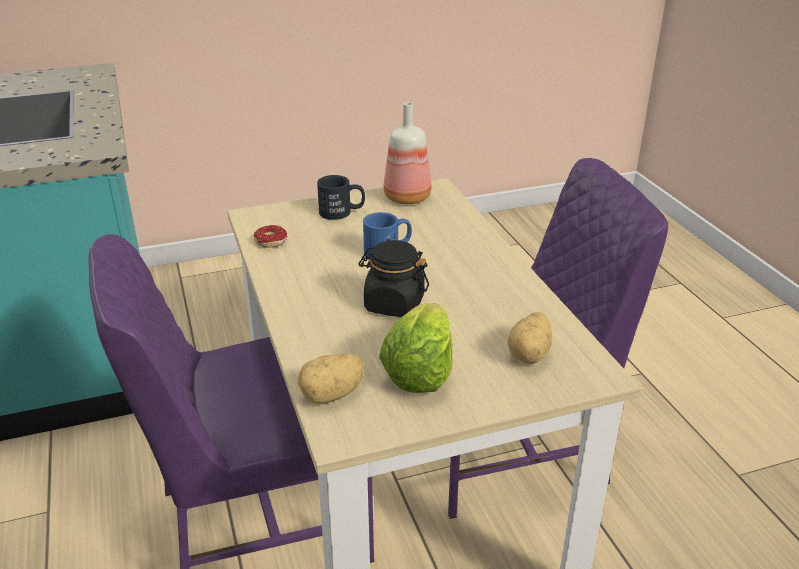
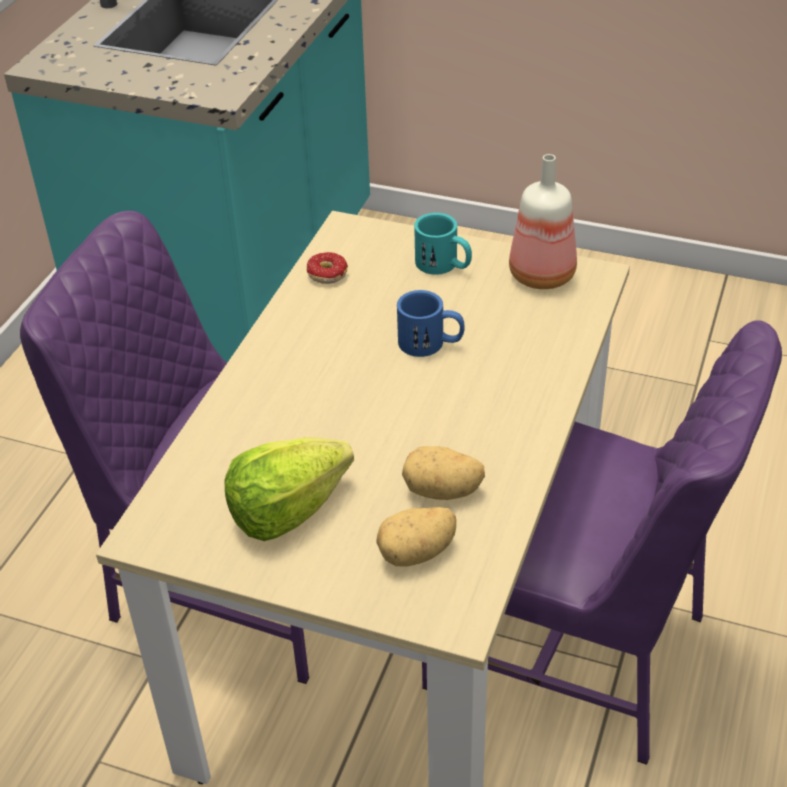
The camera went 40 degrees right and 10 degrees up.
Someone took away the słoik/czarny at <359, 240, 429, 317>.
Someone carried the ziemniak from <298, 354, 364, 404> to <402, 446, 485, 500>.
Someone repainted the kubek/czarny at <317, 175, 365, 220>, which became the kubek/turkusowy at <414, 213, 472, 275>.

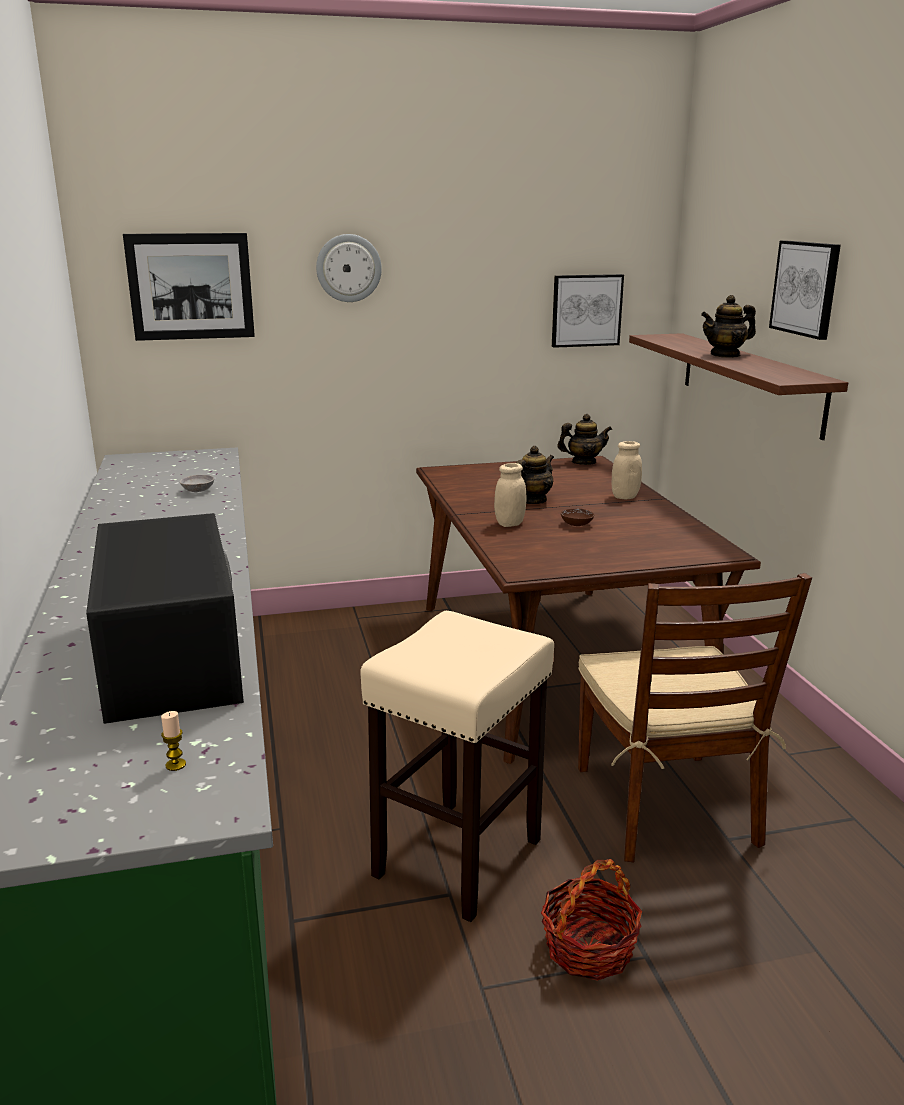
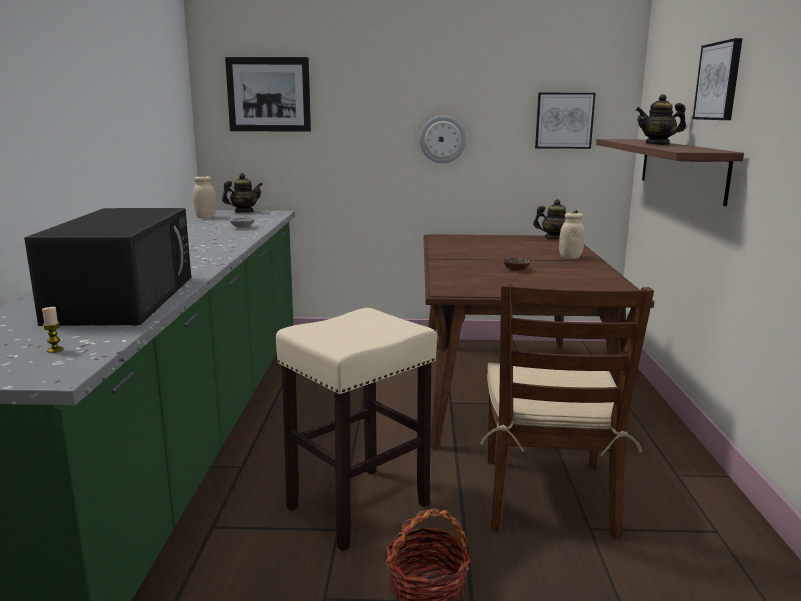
The camera went 15 degrees right and 5 degrees down.
Someone carried the zegar ścienny from <316, 234, 382, 302> to <420, 115, 467, 163>.
Someone carried the słoik/beżowy from <494, 463, 526, 527> to <193, 176, 216, 218>.
Someone carried the imbryk from <516, 446, 554, 504> to <222, 173, 263, 213>.

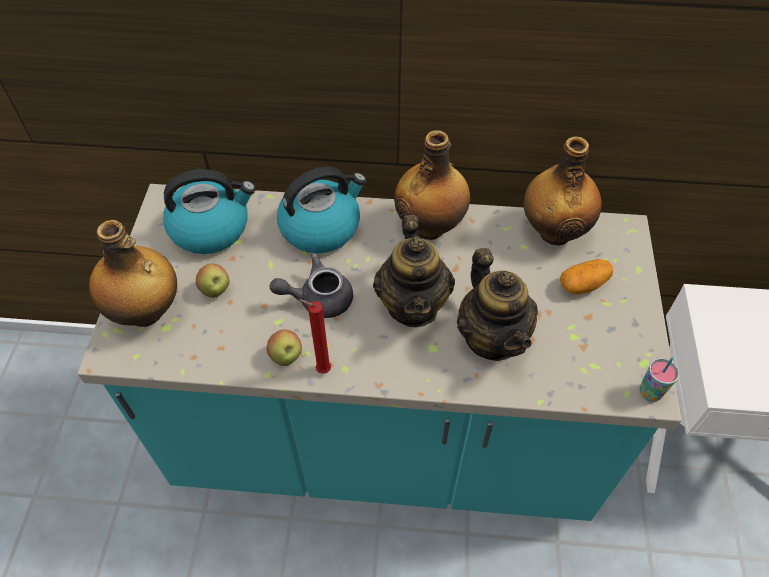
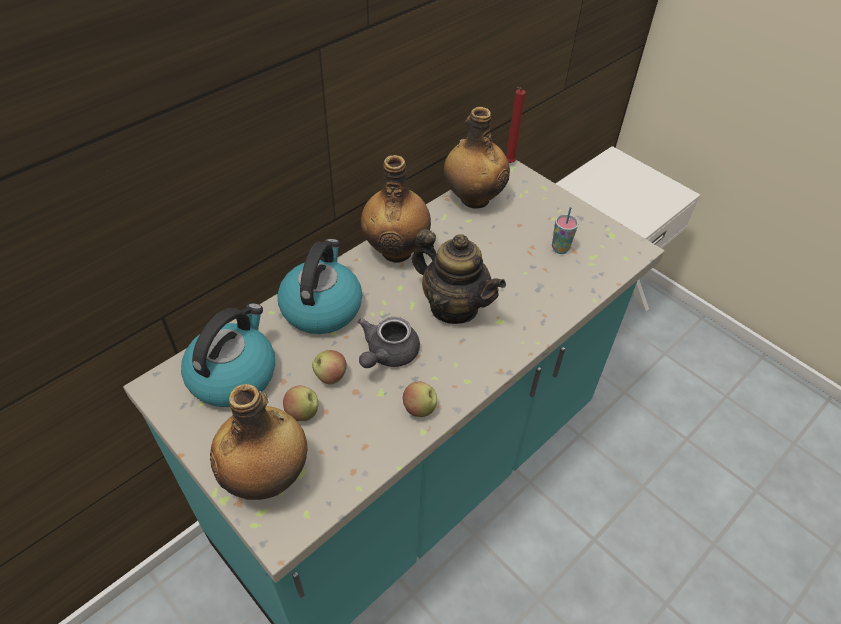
The camera went 50 degrees left and 5 degrees down.
Someone took away the imbryk at <457, 248, 538, 361>.
Someone took away the ziemniak at <560, 259, 613, 294>.
Someone put down the jabłko at <312, 350, 347, 384>.
Someone carried the świeca/czerwony from <299, 299, 331, 374> to <506, 87, 525, 163>.
Someone carried the filiżanka from <639, 358, 679, 402> to <552, 207, 578, 254>.

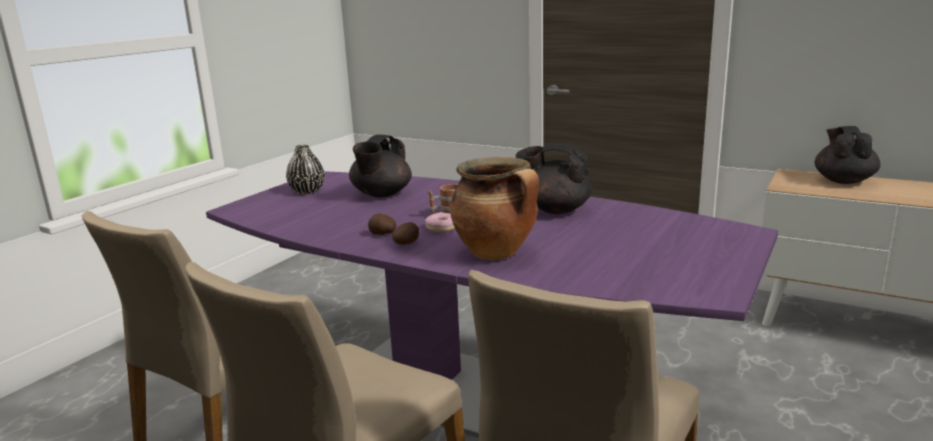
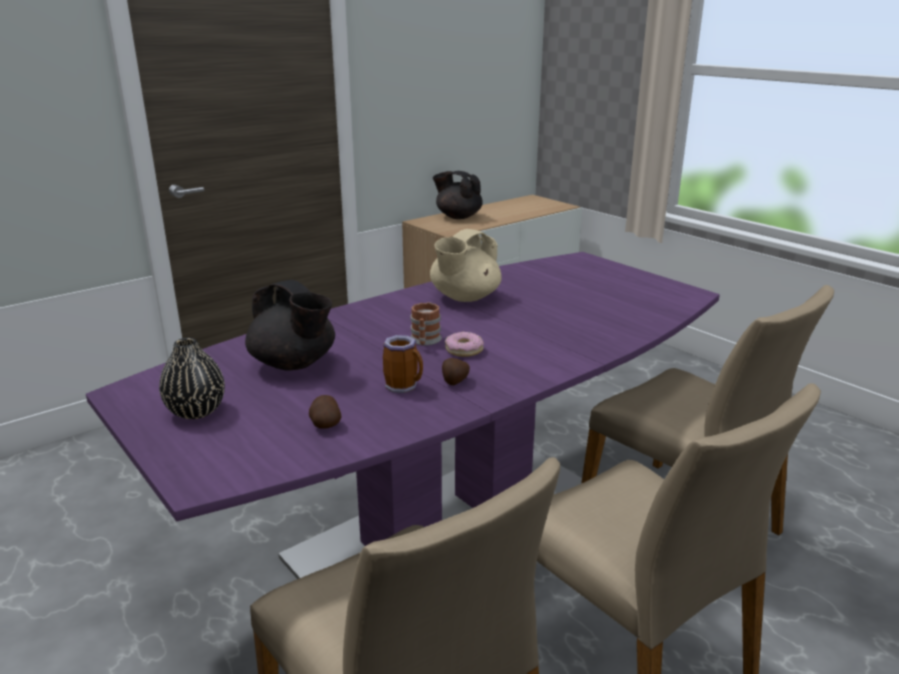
The camera went 70 degrees left and 5 degrees up.
Someone took away the garnek at <450, 157, 540, 260>.
Someone put down the kubek at <383, 335, 423, 393>.
Someone carried the ziemniak from <392, 222, 419, 245> to <309, 395, 341, 429>.
Someone repainted the imbryk/czarny at <515, 144, 592, 214>, which became the imbryk/beżowy at <430, 229, 502, 302>.

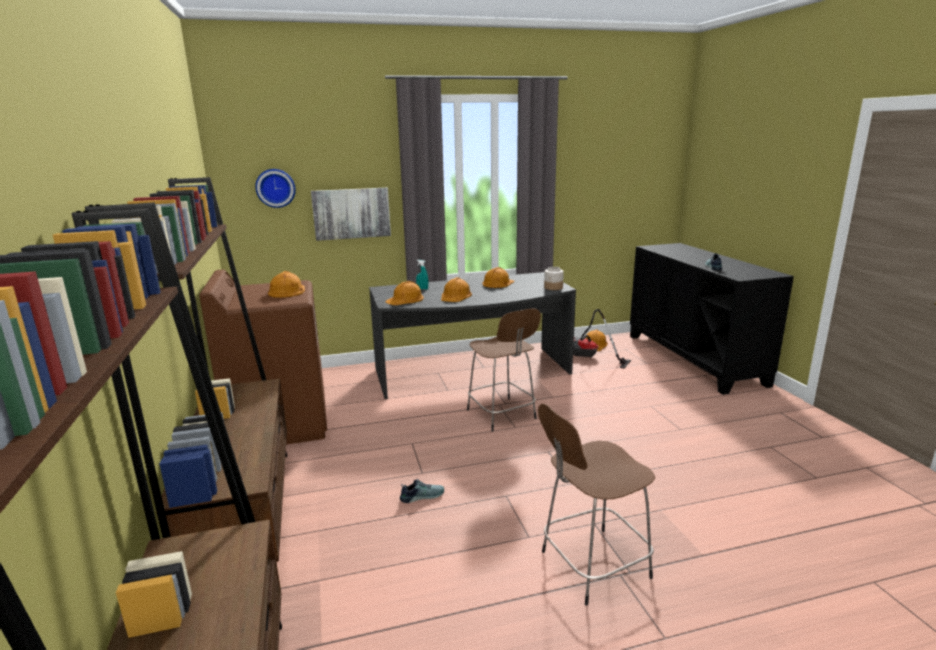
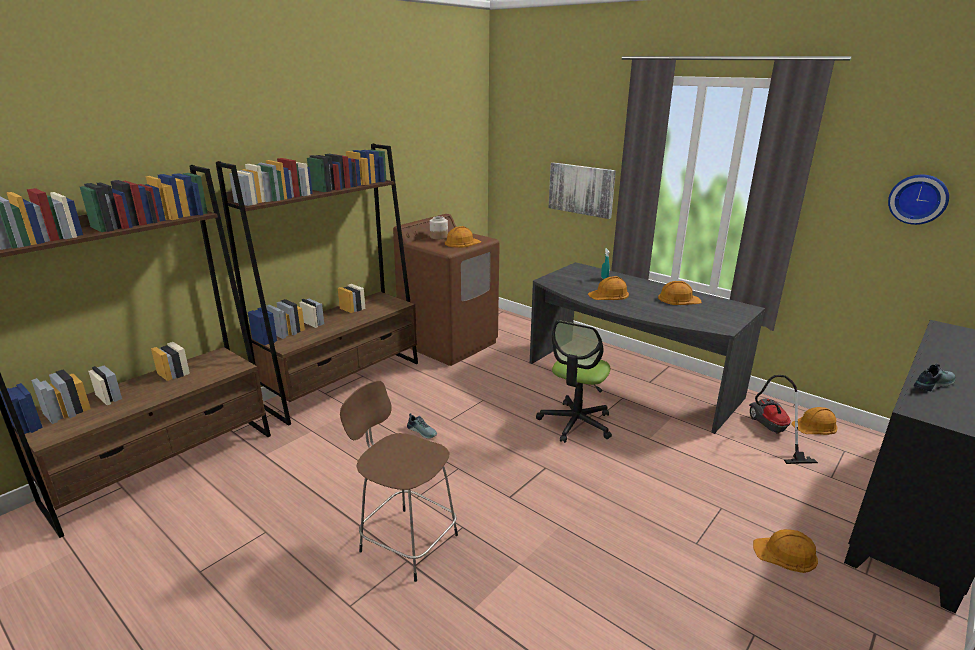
The camera went 55 degrees right and 5 degrees up.
Someone carried the zegar ścienny from <255, 169, 296, 208> to <888, 175, 949, 225>.
Someone carried the kask/pomarańczowy from <385, 281, 424, 305> to <753, 529, 818, 573>.
Someone carried the słoik from <544, 267, 564, 290> to <430, 216, 448, 239>.
Someone swapped the stołek/brązowy at <467, 308, 541, 432> for the krzesło biurowe at <536, 320, 612, 443>.

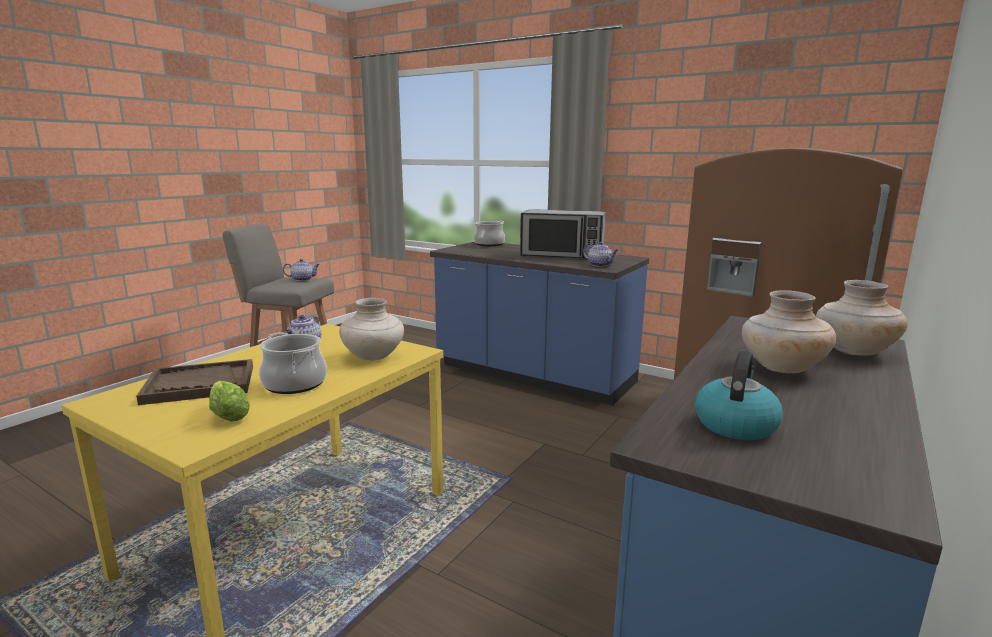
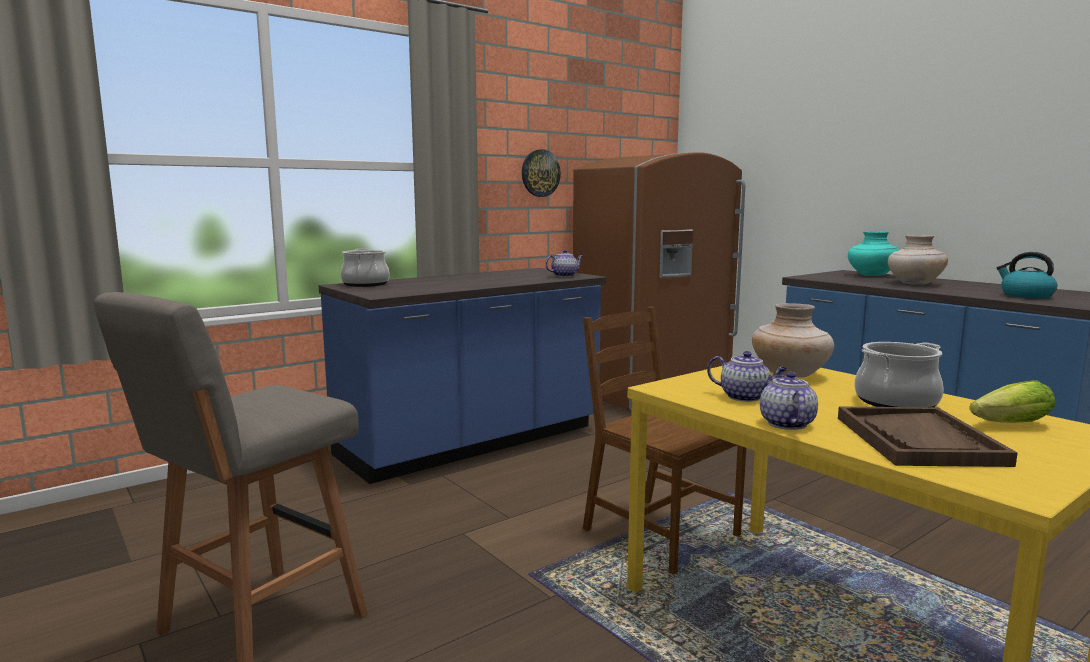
The camera went 70 degrees left and 5 degrees down.
Someone took away the mikrofalówka at <520, 209, 606, 259>.
Someone put up the zegar ścienny at <522, 149, 561, 197>.
Someone put down the krzesło/brązowy at <583, 307, 746, 575>.
Someone carried the imbryk from <283, 259, 320, 281> to <760, 372, 818, 430>.
Someone repainted the wazon/beżowy at <816, 280, 908, 356>, which became the wazon/turkusowy at <848, 231, 899, 276>.

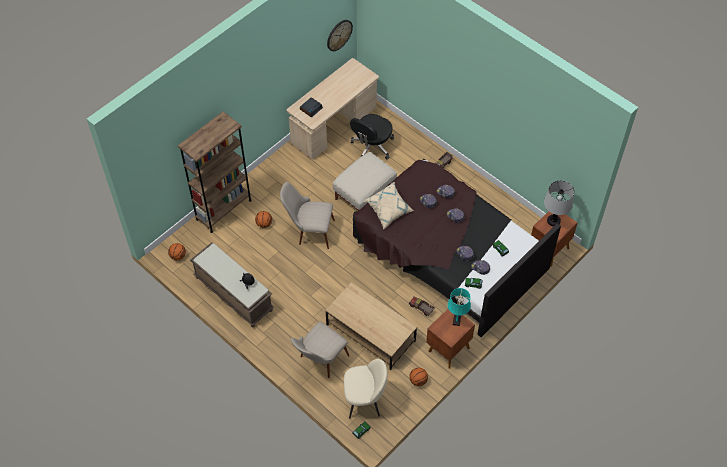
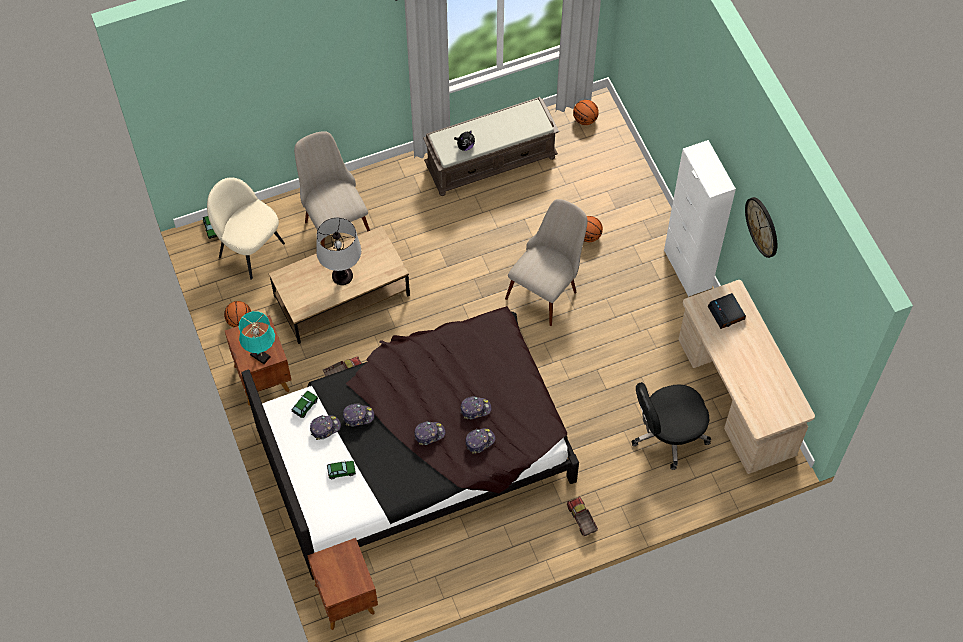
The camera went 115 degrees right and 5 degrees up.
Someone took away the regał/brązowy at <178, 112, 252, 233>.
Someone took away the pufa/beżowy at <333, 152, 397, 210>.
Someone took away the poduszka/beżowy at <364, 182, 414, 229>.
Someone put down the szafka/biały at <664, 140, 736, 297>.
Someone carried the zegar ścienny from <327, 20, 353, 51> to <745, 197, 777, 258>.
Someone carried the lampa stołowa from <544, 180, 574, 226> to <316, 217, 361, 285>.
Someone rotated the krzesło/beżowy at <344, 359, 387, 418> by 105 degrees clockwise.
Someone rotated the krzesło biurowe/czarny at <350, 114, 394, 160> by 75 degrees counterclockwise.

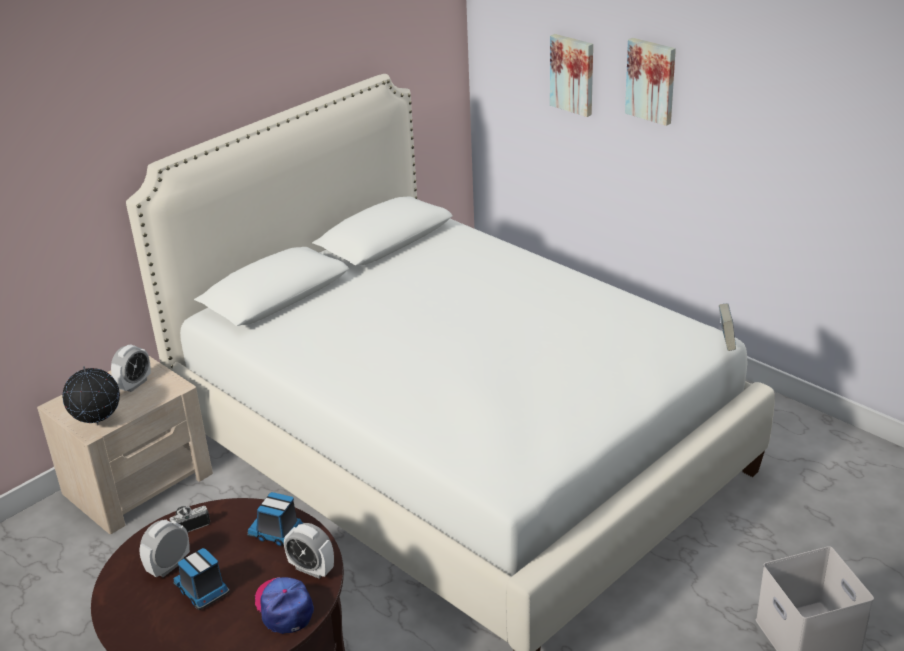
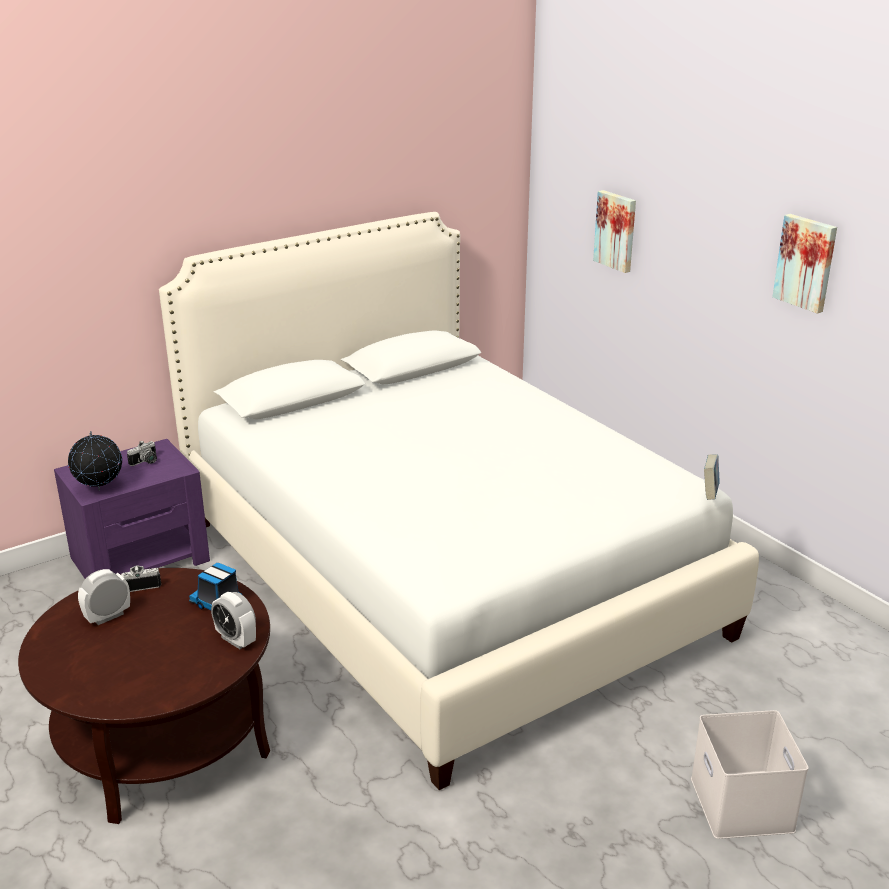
The camera went 10 degrees right and 5 degrees down.
Someone took away the ciężarówka zabawkowa at <173, 548, 230, 610>.
Someone took away the czapka z daszkiem at <255, 577, 314, 634>.
Someone carried the obraz from <625, 38, 676, 126> to <772, 214, 837, 314>.
Someone swapped the budzik at <111, 344, 151, 392> for the aparat fotograficzny at <127, 441, 157, 466>.
Someone repainted the szafka nocna/beżowy at <37, 356, 213, 534>, which became the szafka nocna/fioletowy at <54, 439, 210, 579>.

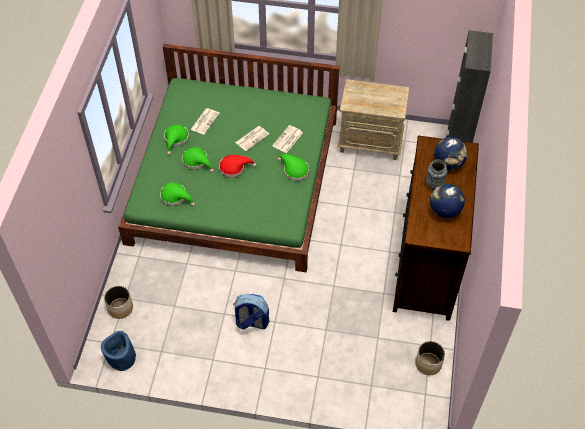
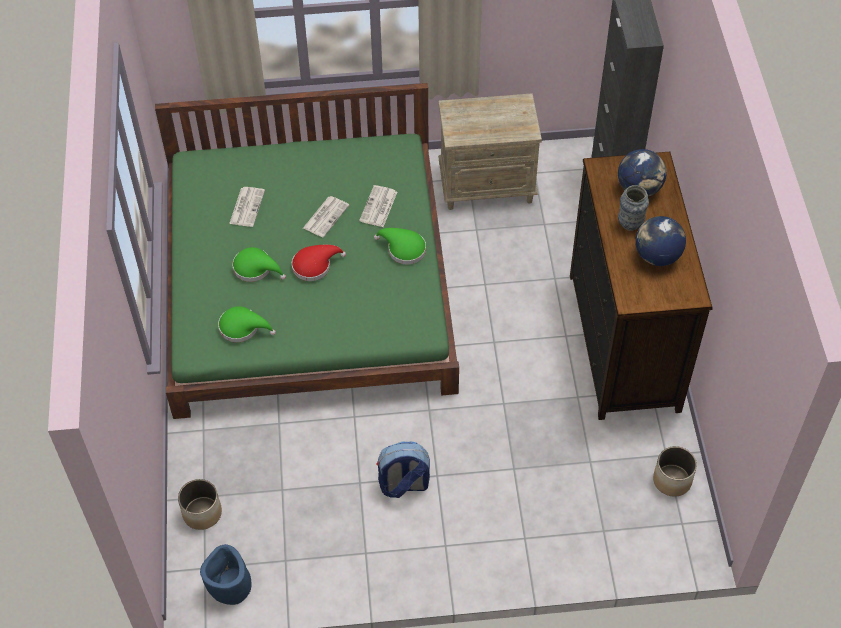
The camera went 15 degrees left and 0 degrees up.
Someone took away the kapelusz/zielony at <164, 124, 189, 155>.

